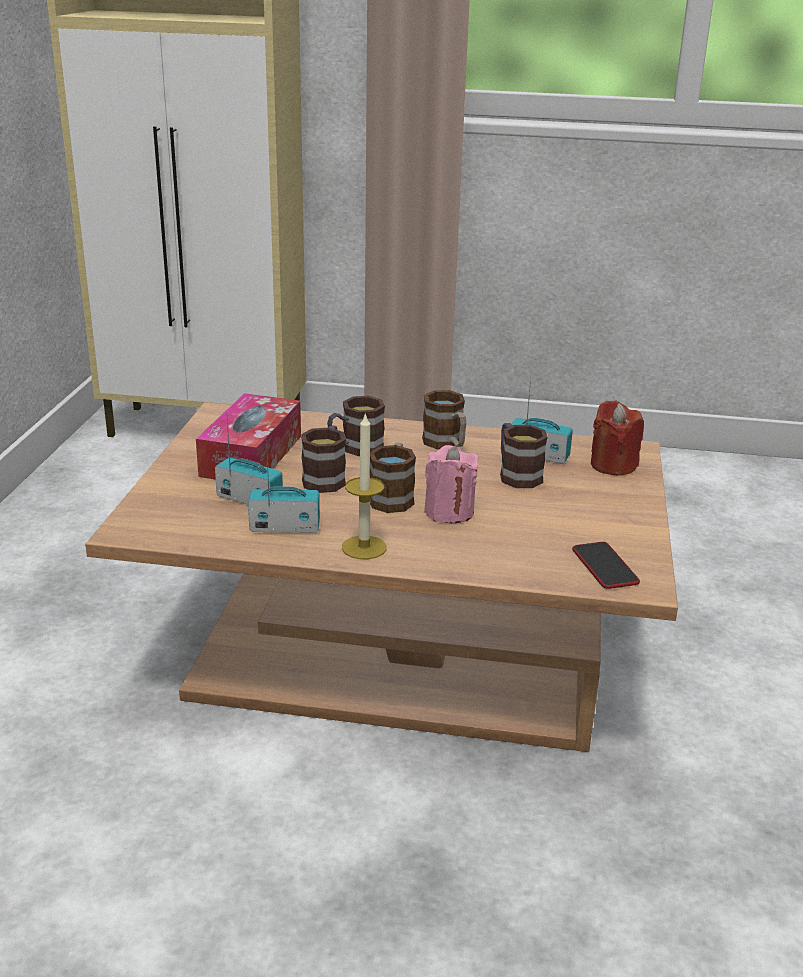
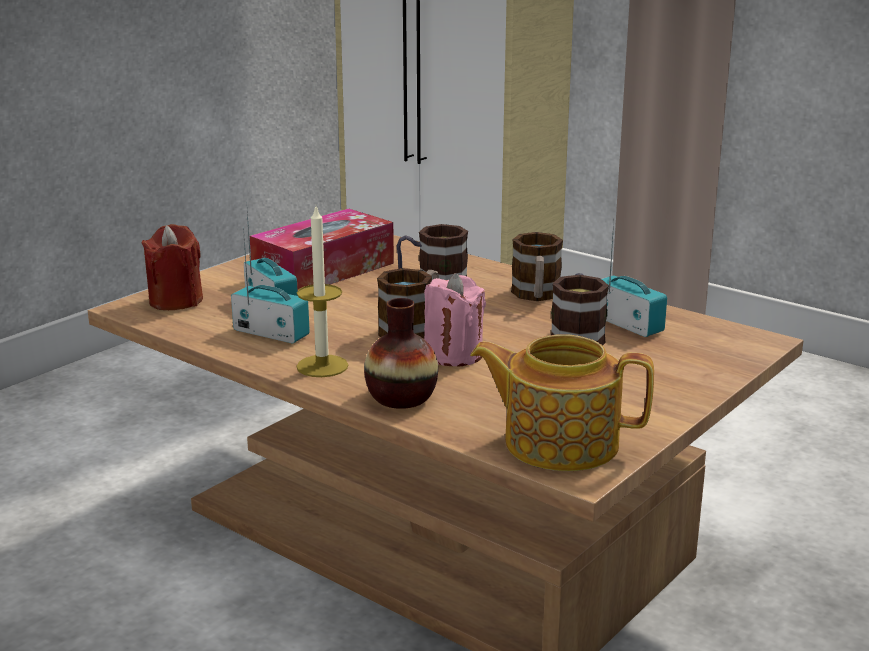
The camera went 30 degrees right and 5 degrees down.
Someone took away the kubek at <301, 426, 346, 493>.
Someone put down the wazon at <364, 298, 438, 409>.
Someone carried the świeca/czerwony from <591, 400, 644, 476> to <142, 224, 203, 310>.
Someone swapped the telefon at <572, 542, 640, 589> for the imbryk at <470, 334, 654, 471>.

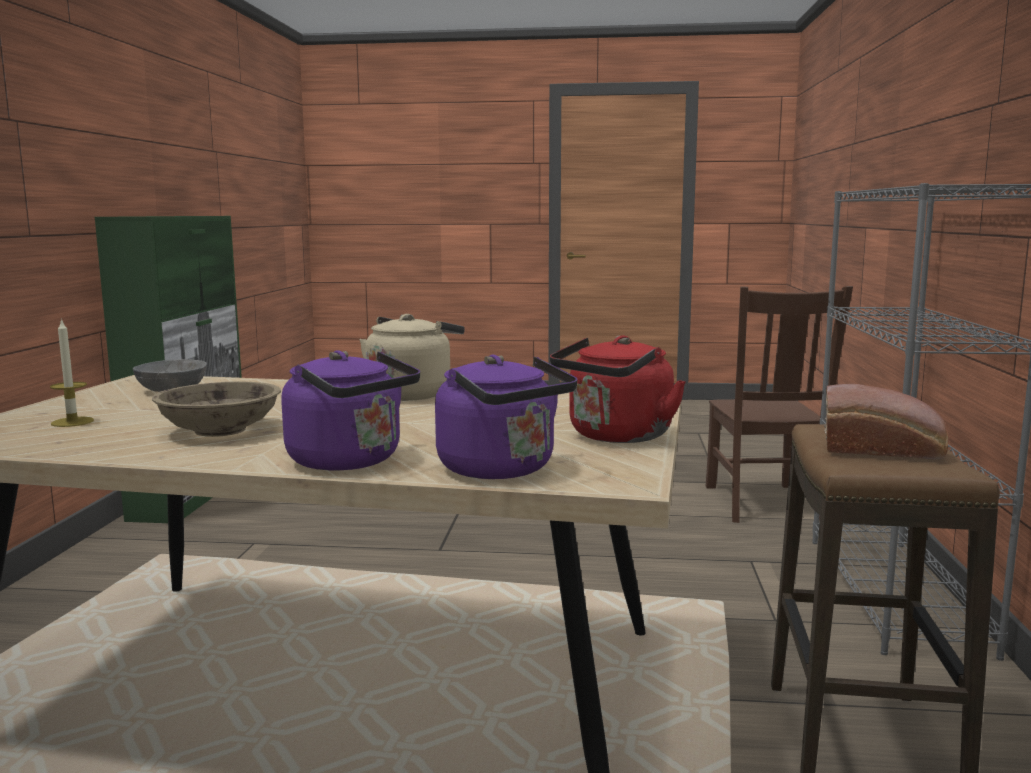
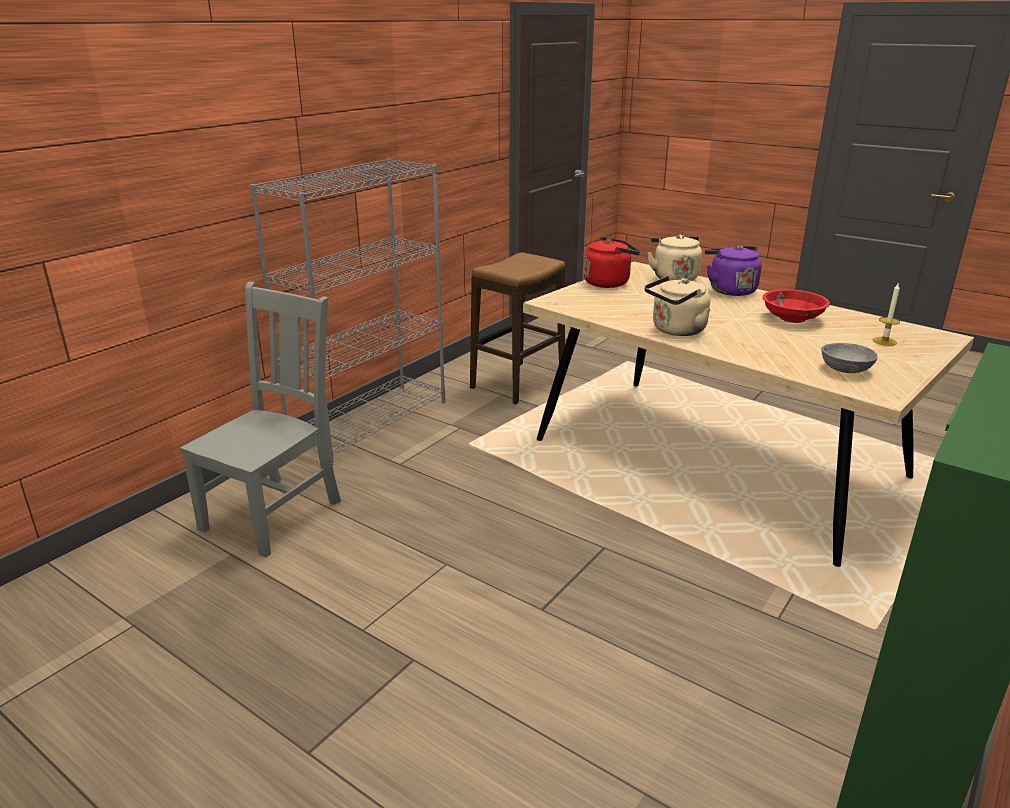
The camera went 150 degrees left and 15 degrees up.
Someone took away the chleb at <824, 384, 948, 460>.
Someone repainted the miska/beżowy at <152, 381, 281, 437>, which became the miska/czerwony at <762, 289, 830, 323>.
Someone repainted the czajnik/fioletowy at <435, 355, 577, 479>, which became the czajnik/beżowy at <647, 235, 702, 281>.
Someone repainted the krzesło/brązowy at <706, 286, 853, 523>, which became the krzesło/szary at <180, 282, 341, 558>.

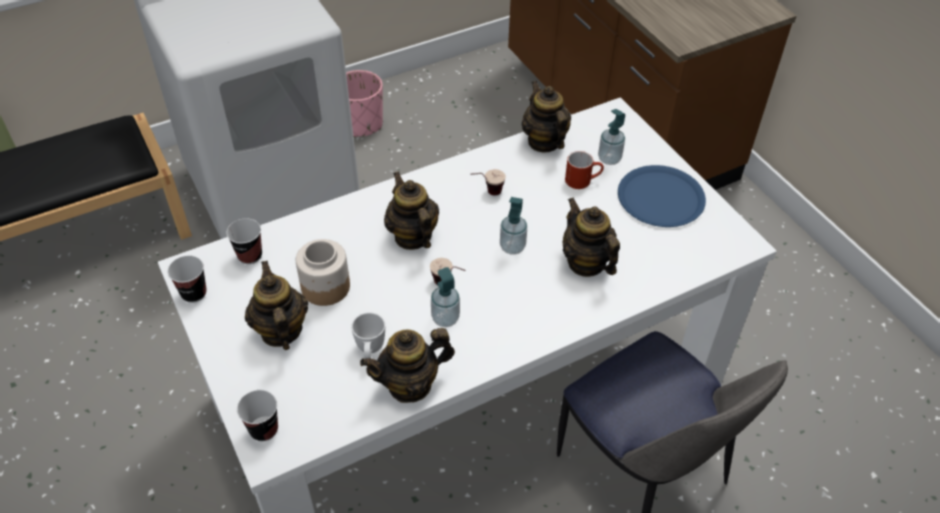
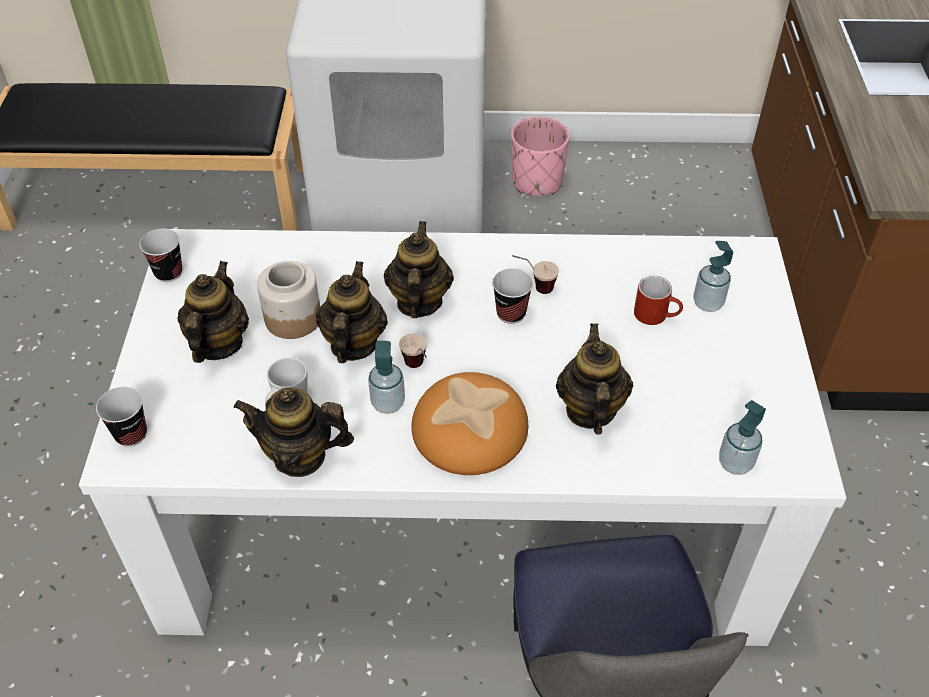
The camera went 30 degrees right and 0 degrees up.
Someone took away the talerz/niebieski at <618, 165, 706, 227>.
Someone put down the chleb at <412, 372, 528, 475>.
Someone carried the filiżanka from <226, 218, 262, 264> to <492, 268, 533, 324>.
Someone carried the dozownik mydła from <500, 197, 527, 255> to <719, 400, 766, 475>.
Someone carried the imbryk from <522, 81, 571, 152> to <316, 261, 388, 363>.

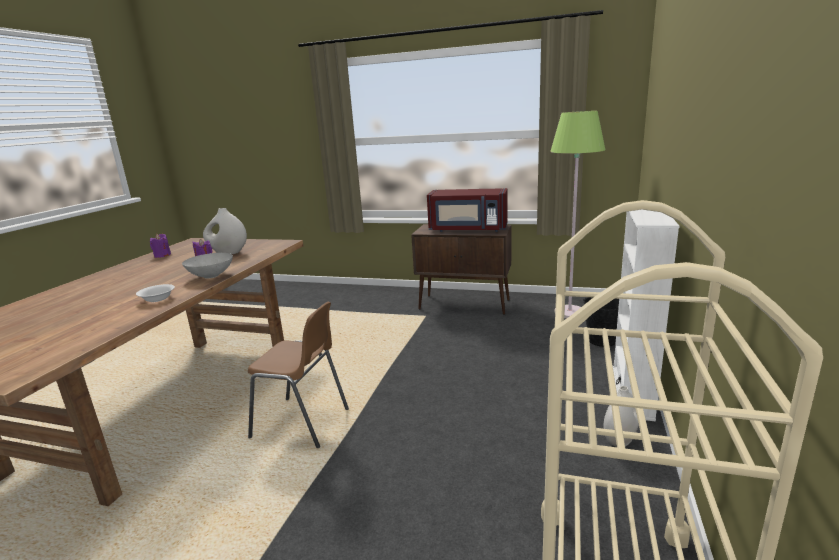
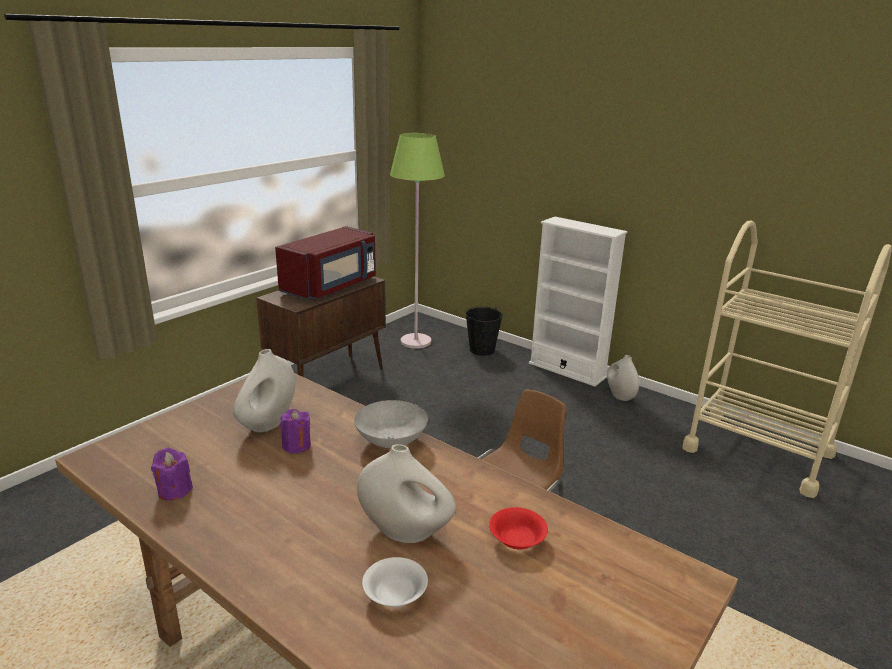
The camera went 70 degrees left and 5 degrees up.
Someone put down the wazon/biały at <357, 444, 456, 543>.
Someone put down the miska/czerwony at <489, 507, 548, 550>.
Someone carried the miska/biały from <136, 284, 175, 302> to <362, 557, 428, 607>.

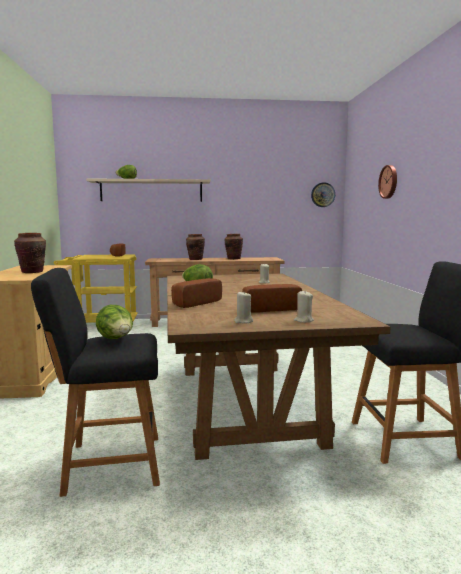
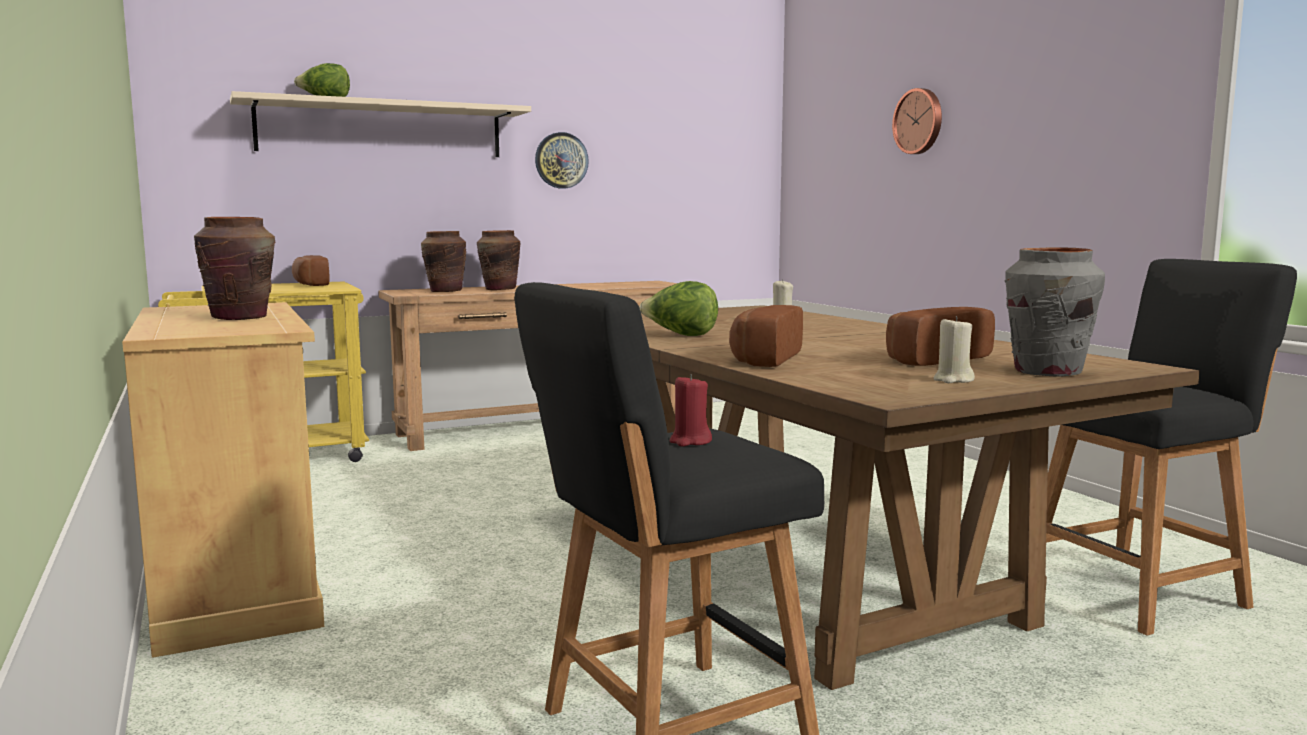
The camera went 20 degrees left and 0 degrees up.
Someone carried the wazon/brązowy from <224, 234, 243, 259> to <421, 231, 466, 292>.
Someone carried the zegar ścienny from <311, 182, 335, 207> to <535, 132, 589, 189>.
Someone swapped the sałata at <96, 305, 133, 339> for the świeca/czerwony at <670, 374, 712, 446>.
Someone swapped the świeca/beżowy at <294, 291, 314, 323> for the wazon/szary at <1005, 247, 1105, 377>.

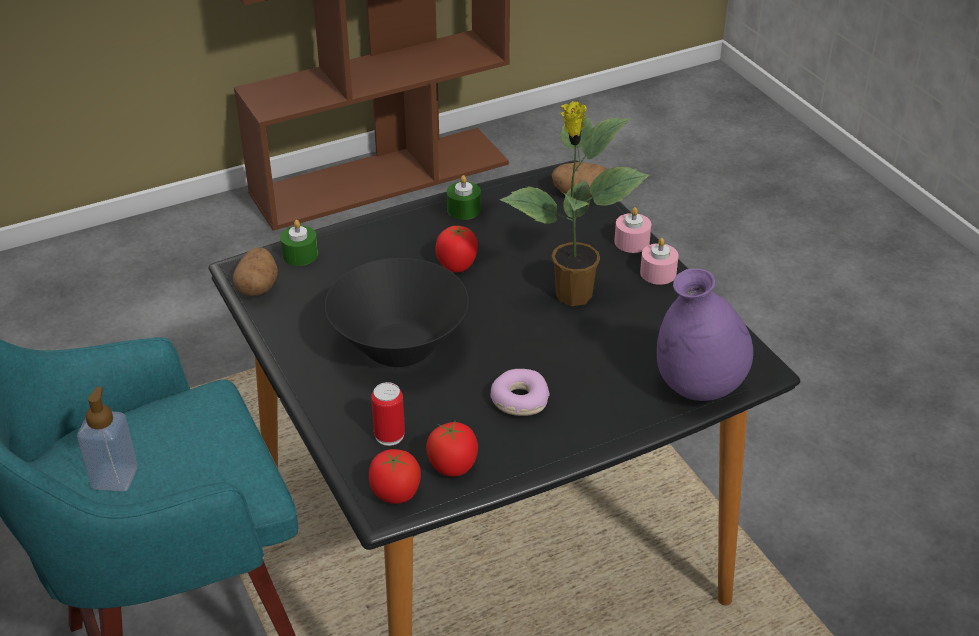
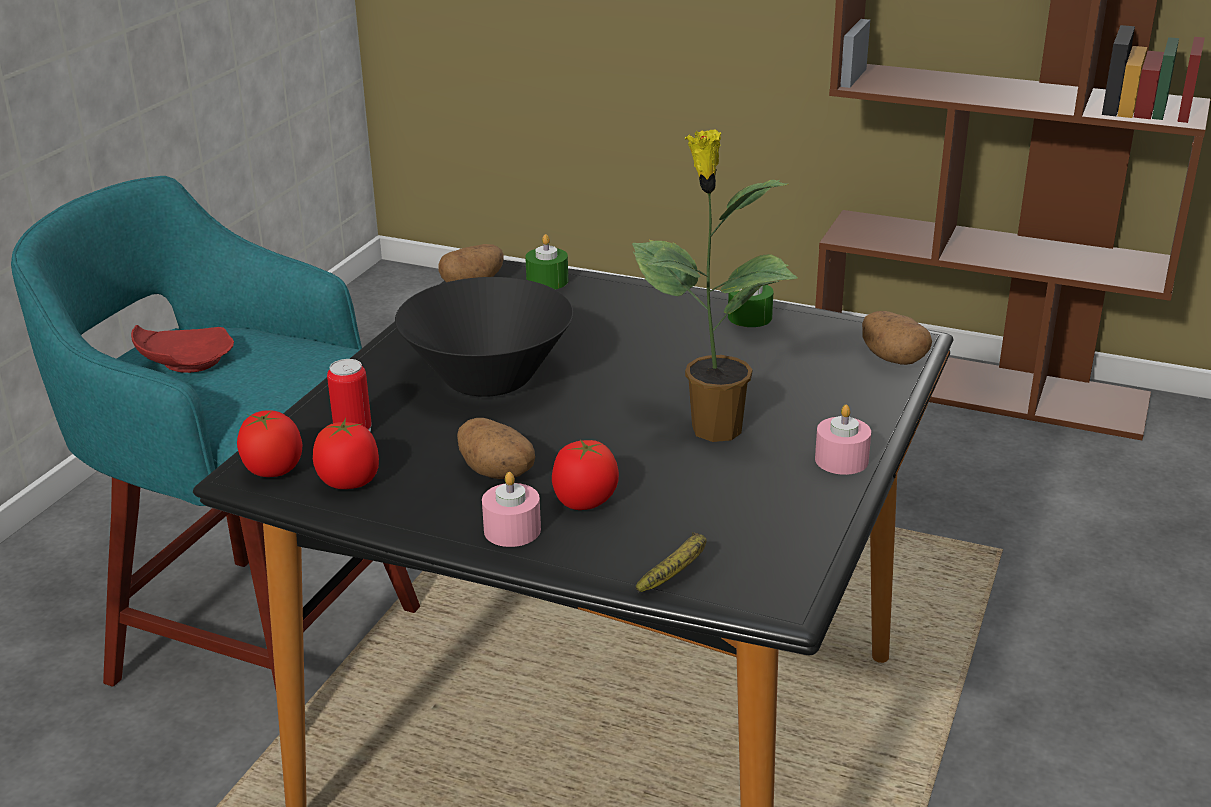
The camera went 50 degrees right and 10 degrees down.
Someone carried the pomidor from <435, 226, 478, 272> to <552, 439, 619, 510>.
Someone carried the świeca/różowy from <614, 207, 651, 253> to <482, 472, 541, 547>.
Someone swapped the dozownik mydła at <77, 387, 138, 492> for the talerz/czerwony at <131, 325, 234, 373>.
Someone swapped the donut at <491, 369, 550, 416> for the ziemniak at <457, 418, 535, 479>.
Someone swapped the wazon/fioletowy at <657, 268, 753, 401> for the banan at <635, 532, 707, 592>.

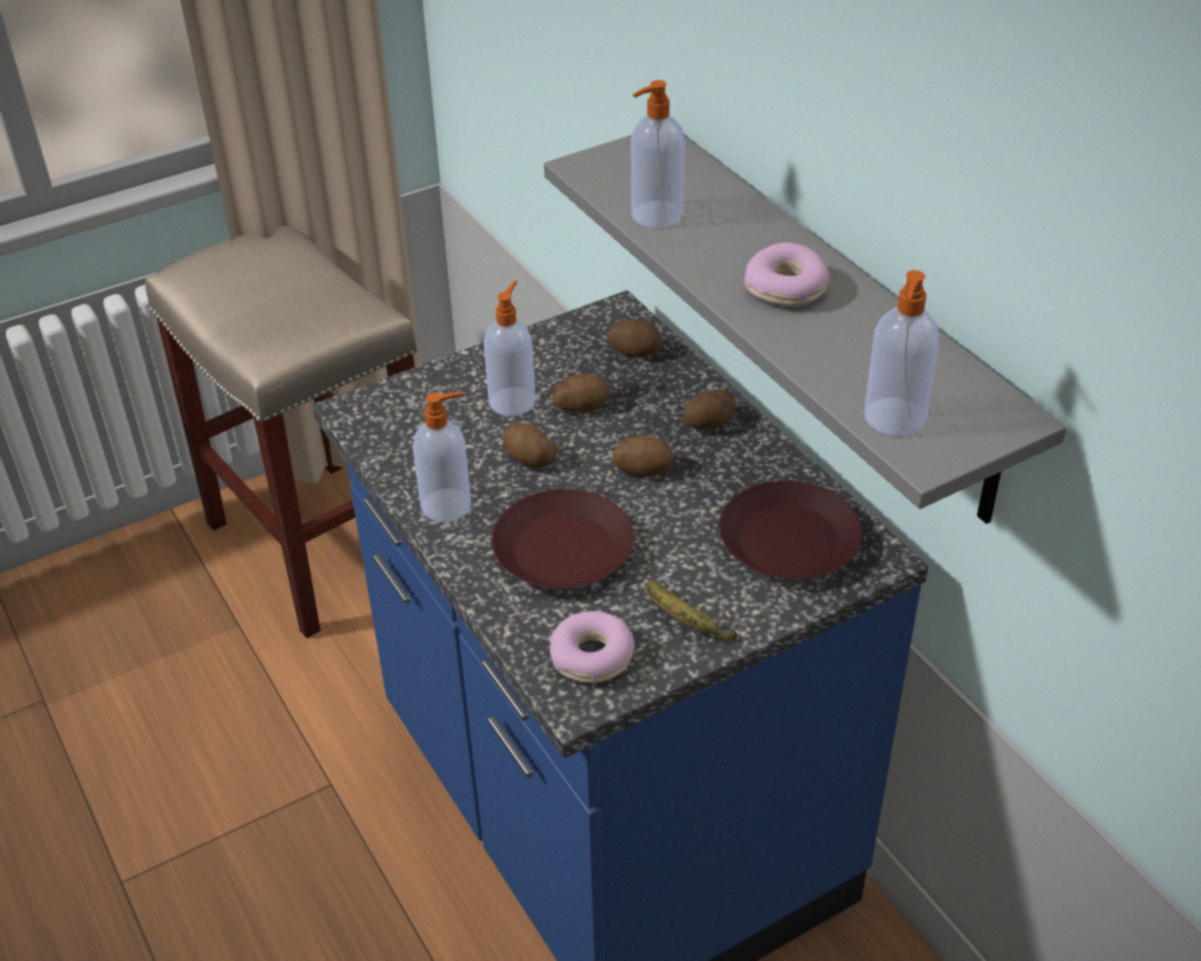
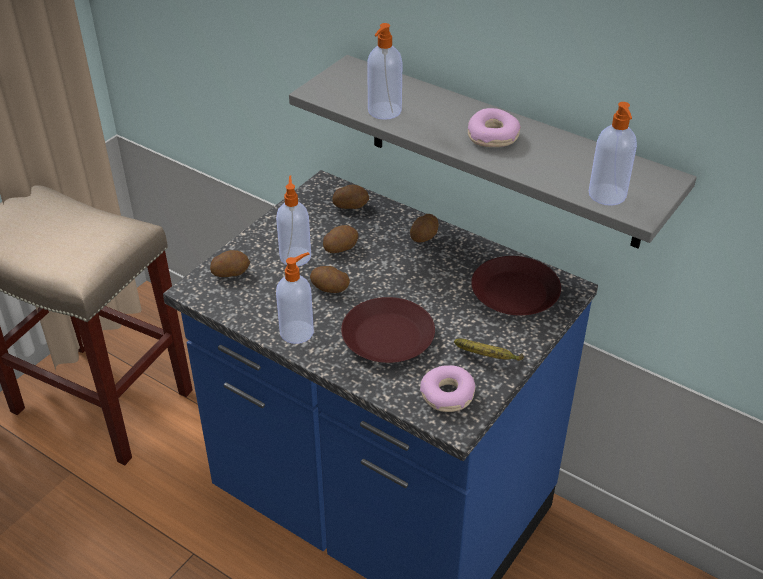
The camera went 25 degrees left and 0 degrees up.
Someone carried the ziemniak from <612, 435, 674, 476> to <210, 250, 250, 277>.

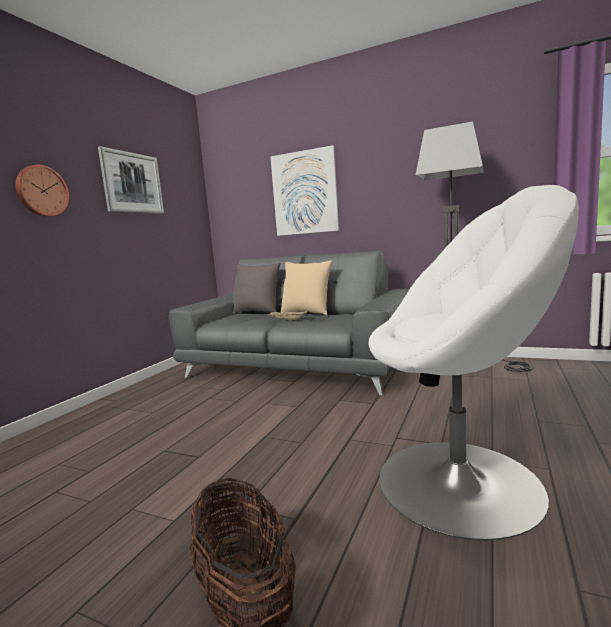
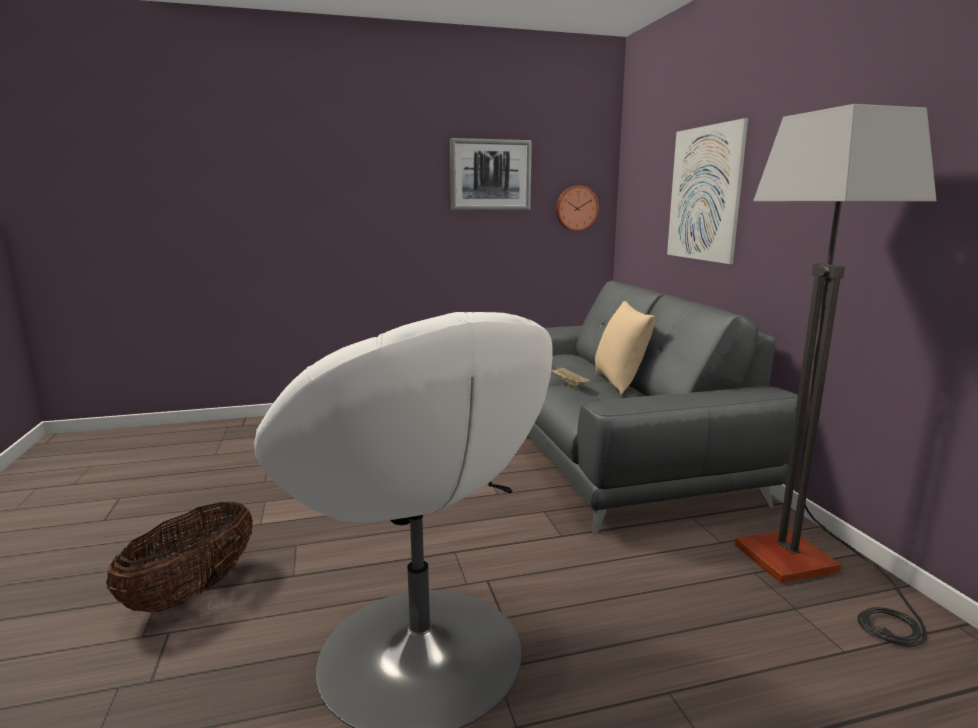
The camera went 50 degrees right and 5 degrees up.
Someone took away the poduszka/szary at <233, 263, 281, 314>.
Someone carried the zegar ścienny from <15, 165, 69, 217> to <556, 186, 599, 231>.

